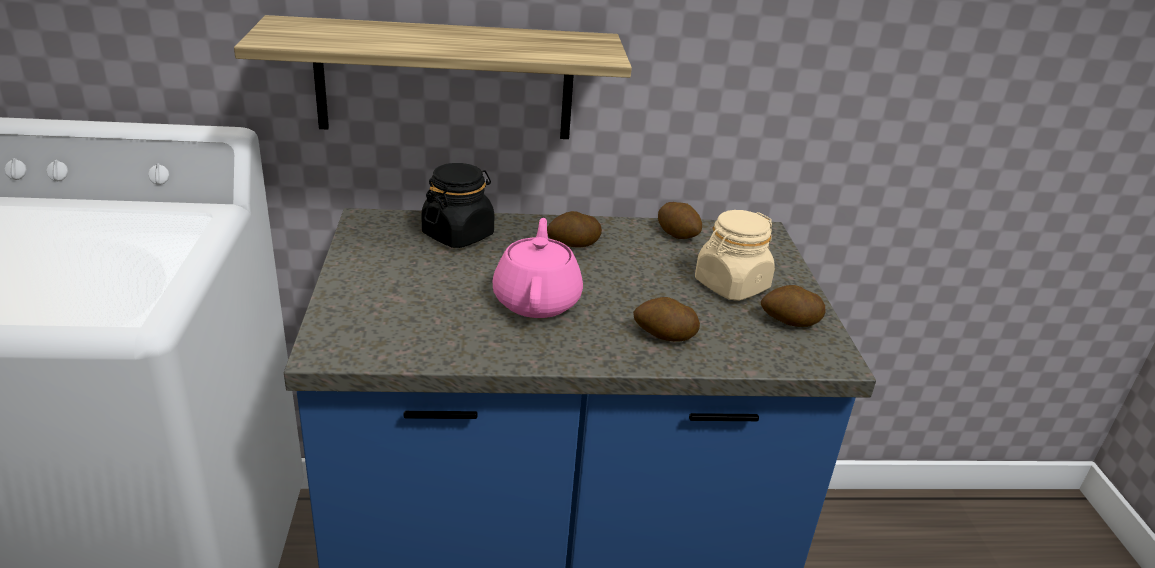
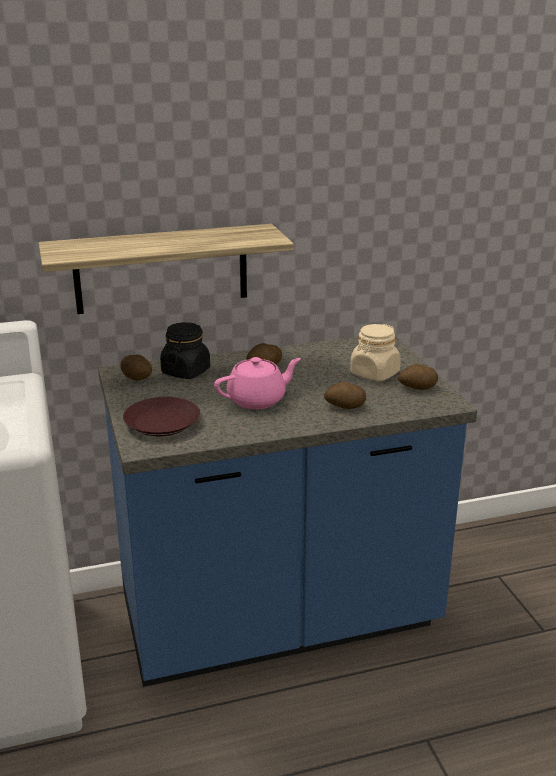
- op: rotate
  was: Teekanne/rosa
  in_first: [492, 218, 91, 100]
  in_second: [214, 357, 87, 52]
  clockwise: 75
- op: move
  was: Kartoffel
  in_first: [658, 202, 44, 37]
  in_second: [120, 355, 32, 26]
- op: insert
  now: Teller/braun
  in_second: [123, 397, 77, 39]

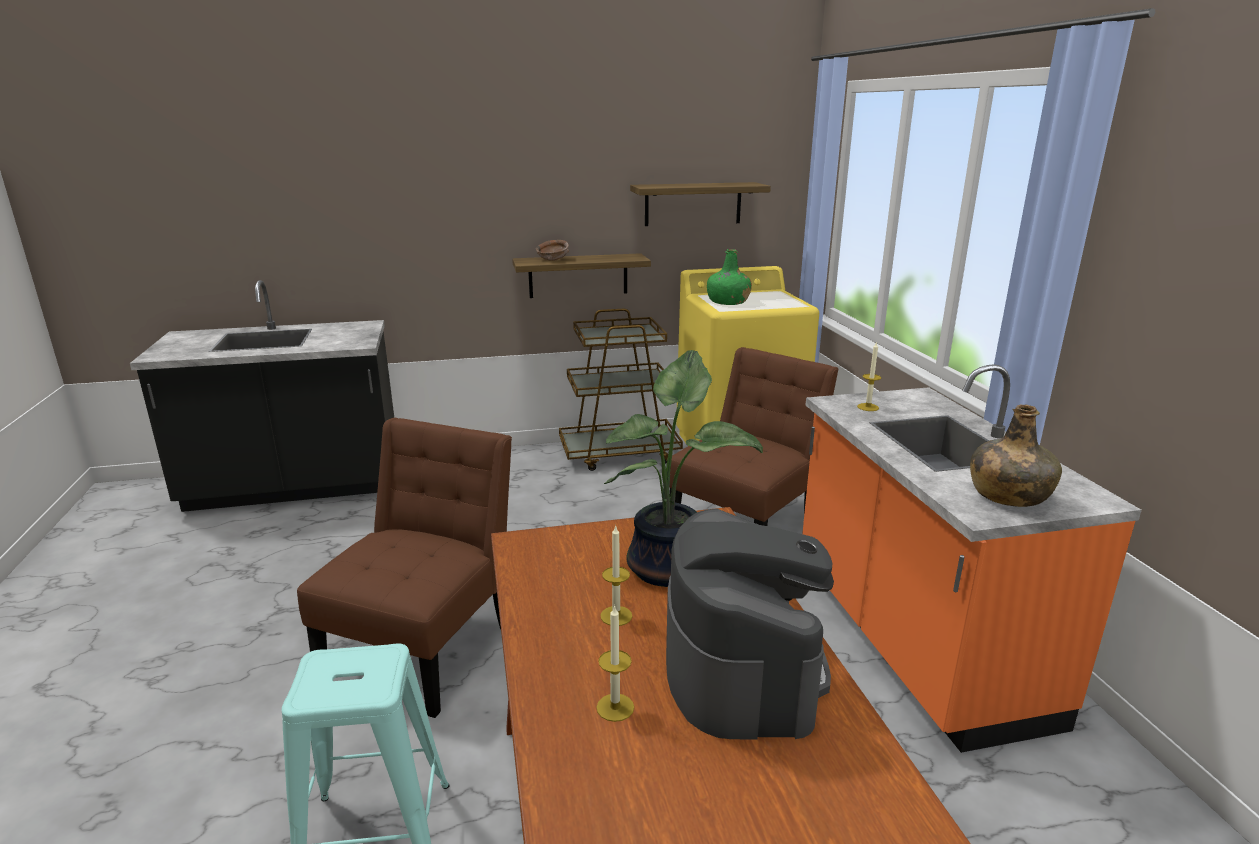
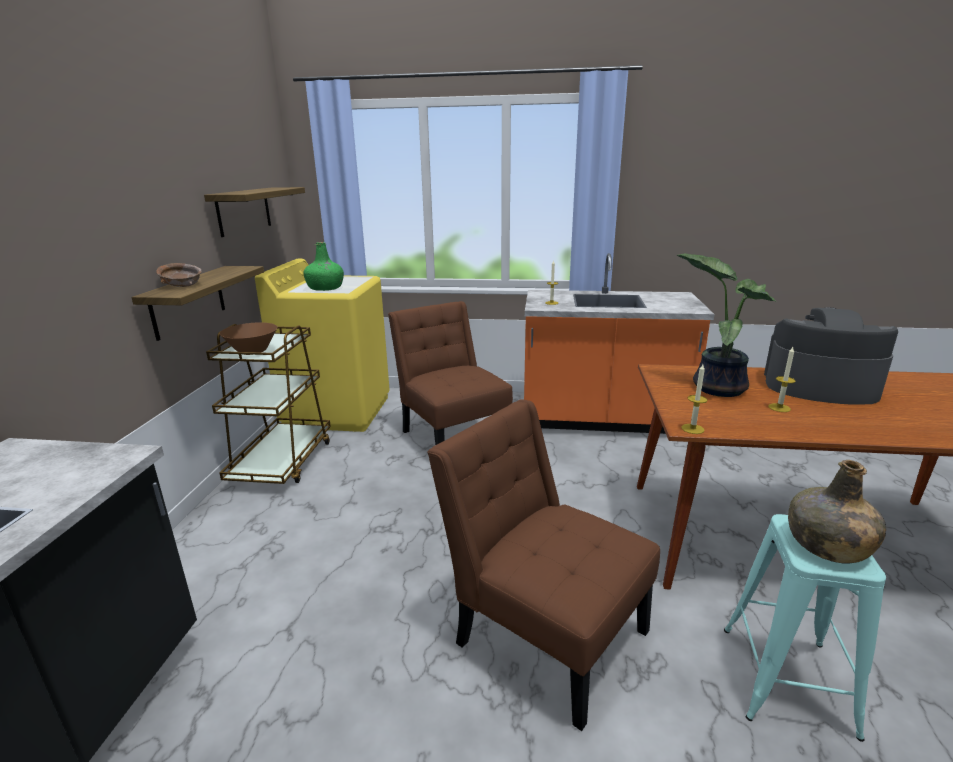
- op: move
  was: Kerze
  in_first: [596, 605, 38, 117]
  in_second: [681, 364, 27, 70]
- op: move
  was: Flasche/grün
  in_first: [970, 404, 92, 103]
  in_second: [788, 460, 98, 103]
- op: insert
  now: Schüssel/braun
  in_second: [219, 322, 59, 33]

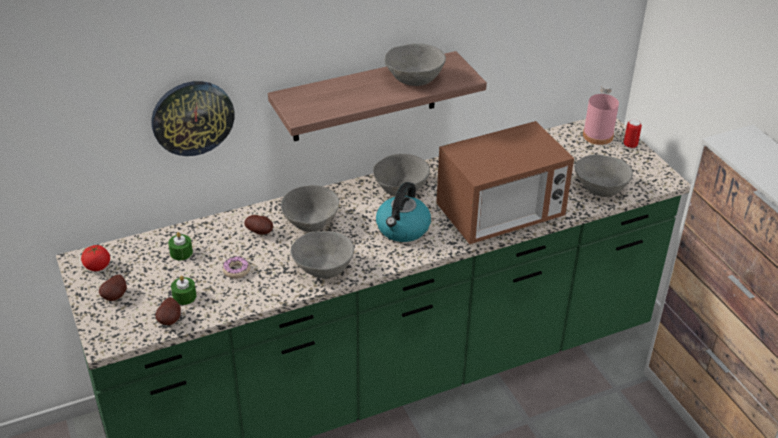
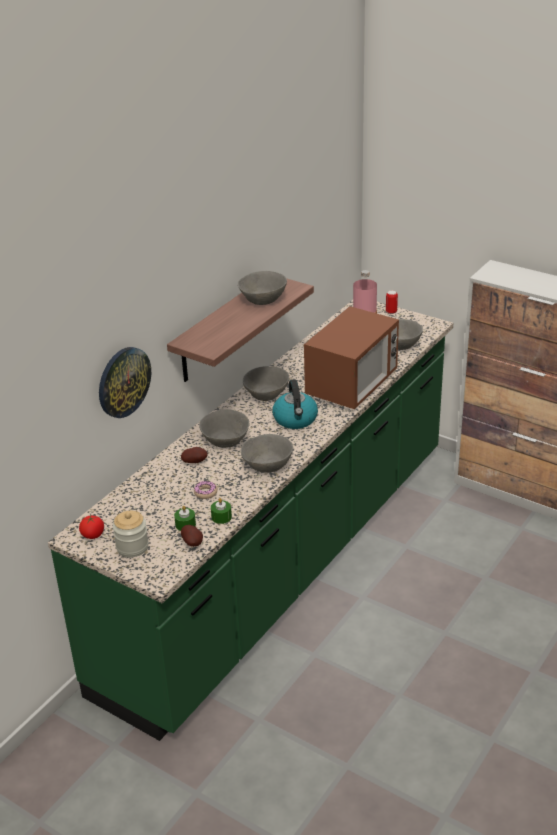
- op: replace
  was: Kartoffel
  now: Vorratsglas
  in_first: [99, 275, 28, 26]
  in_second: [113, 511, 36, 46]
- op: move
  was: Kerze/grün
  in_first: [168, 232, 25, 28]
  in_second: [211, 498, 21, 26]

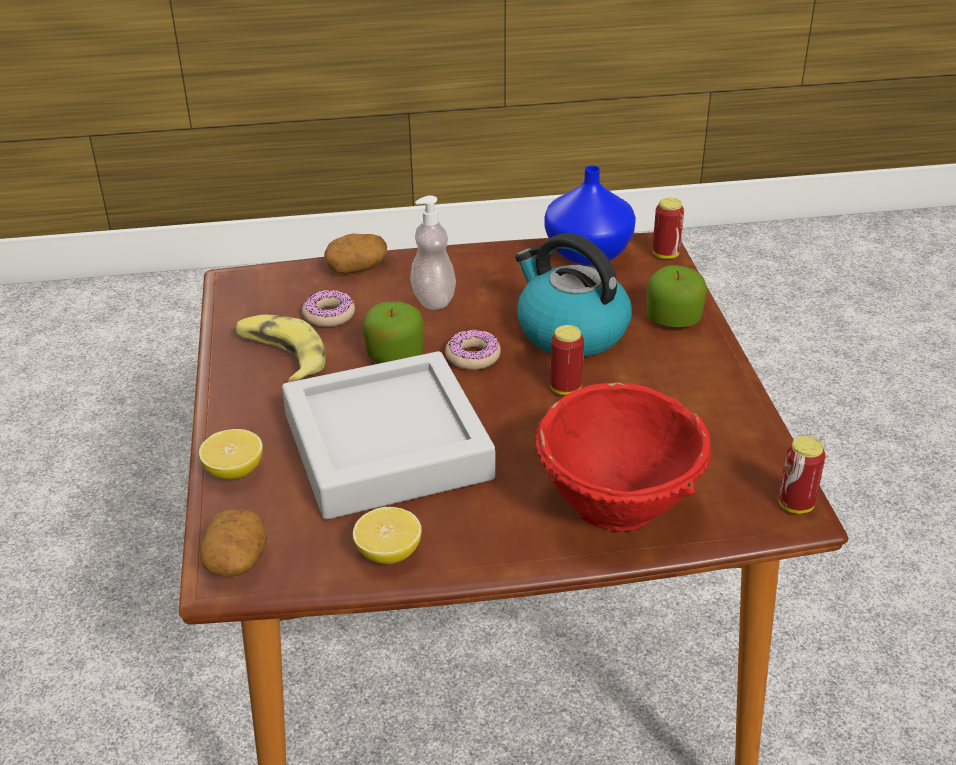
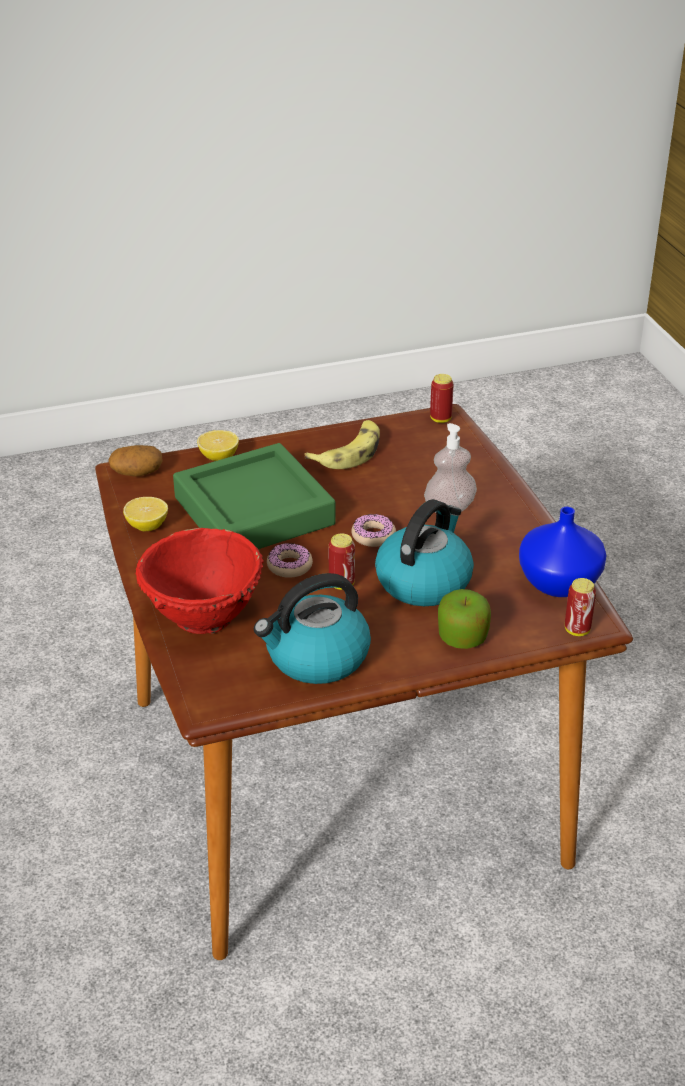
- op: recolor
  was: Tablett/grau
  now: Tablett/grün
  in_first: [282, 351, 213, 169]
  in_second: [173, 443, 163, 106]
- op: move
  was: Donut
  in_first: [302, 290, 53, 37]
  in_second: [267, 543, 46, 35]
- op: delete
  was: Kartoffel
  in_first: [324, 234, 63, 40]
- op: delete
  was: Apfel
  in_first: [362, 301, 62, 62]
- op: move
  was: Dose
  in_first: [779, 436, 47, 78]
  in_second: [430, 374, 24, 49]
- op: insert
  now: Wasserkessel
  in_second: [254, 573, 117, 111]

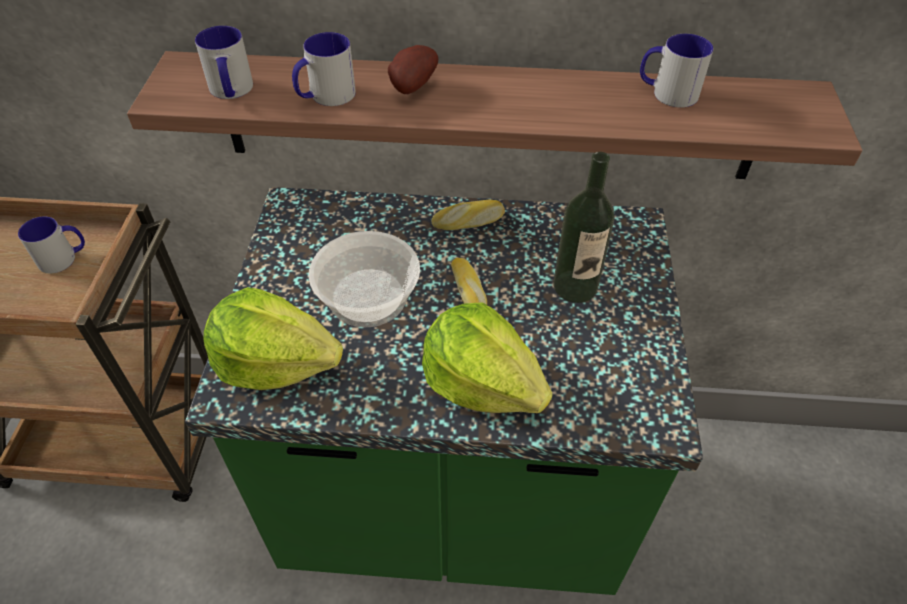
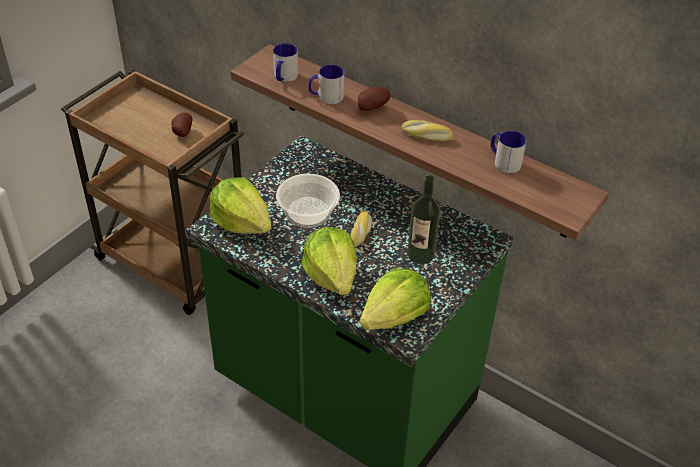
- op: replace
  was: Henkelbecher
  now: Kartoffel
  in_first: [18, 217, 67, 56]
  in_second: [171, 113, 21, 24]
- op: move
  was: Brot
  in_first: [432, 199, 73, 31]
  in_second: [401, 120, 52, 21]
- op: insert
  now: Salatkopf
  in_second: [360, 268, 71, 62]

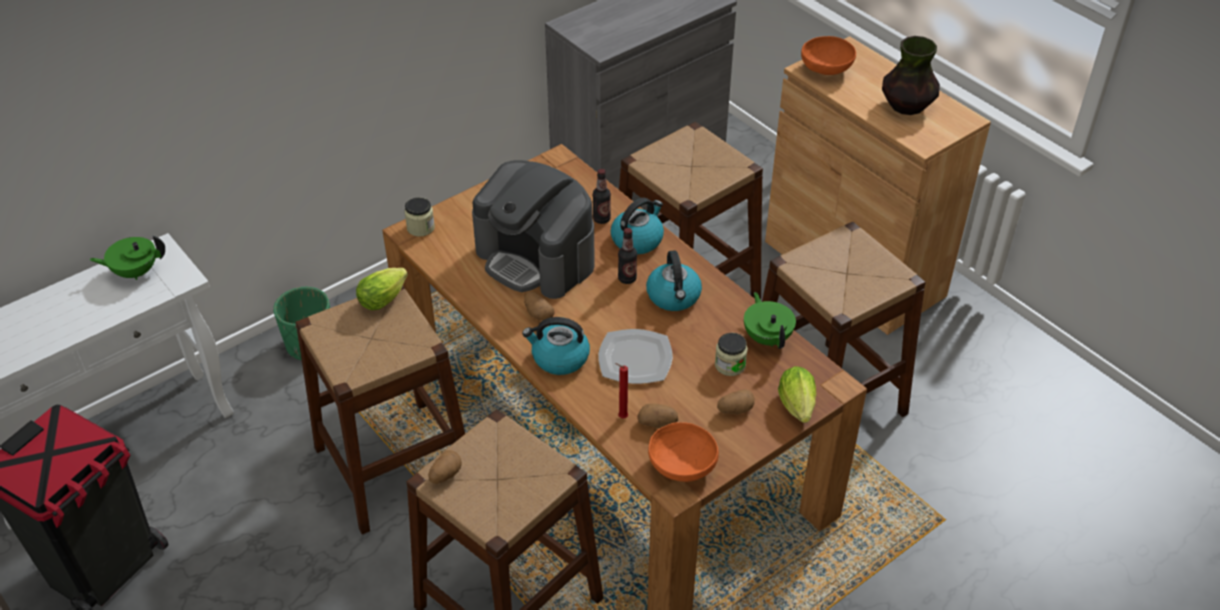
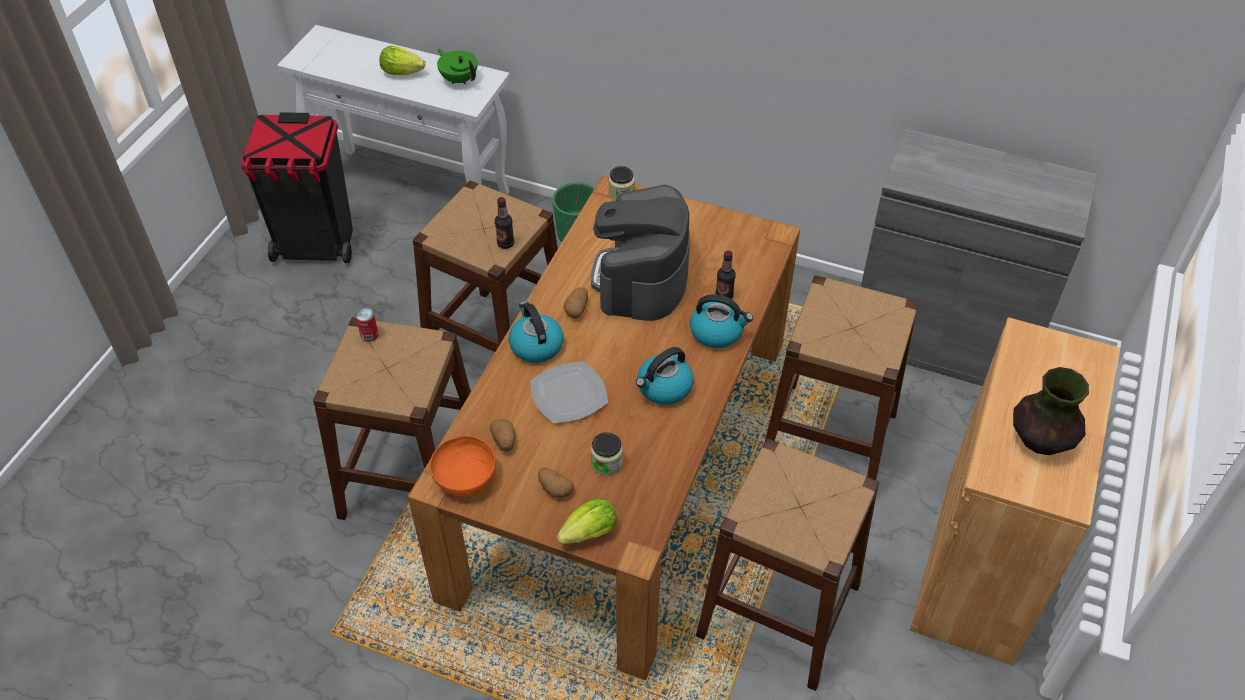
- op: move
  was: Salatkopf
  in_first: [356, 268, 52, 42]
  in_second: [379, 46, 47, 29]
- op: replace
  was: Kartoffel
  now: Dose
  in_first: [428, 450, 34, 34]
  in_second: [356, 308, 23, 34]
- op: delete
  was: Kerze/rot
  in_first: [615, 363, 13, 56]
- op: move
  was: Flasche
  in_first: [618, 228, 19, 56]
  in_second: [495, 197, 19, 52]
- op: delete
  was: Teekanne/grün
  in_first: [744, 292, 52, 57]
- op: delete
  was: Schüssel/orange
  in_first: [801, 36, 55, 39]

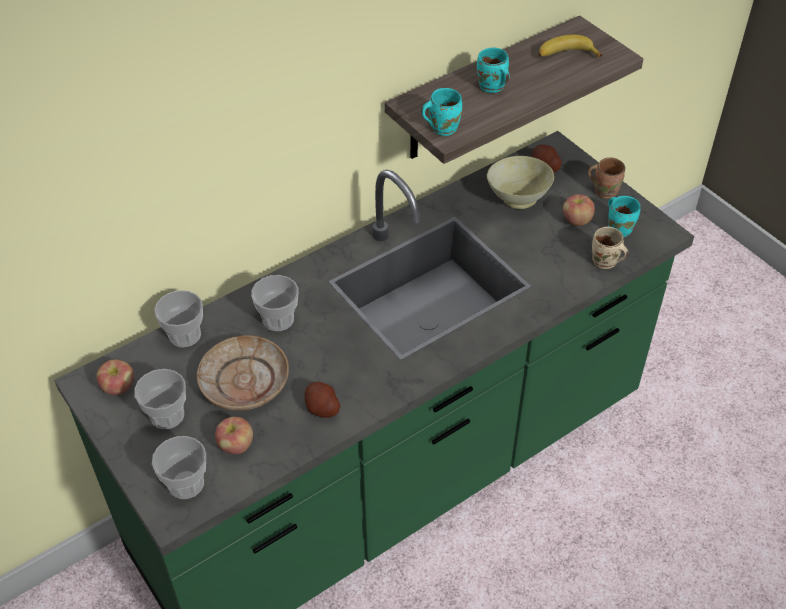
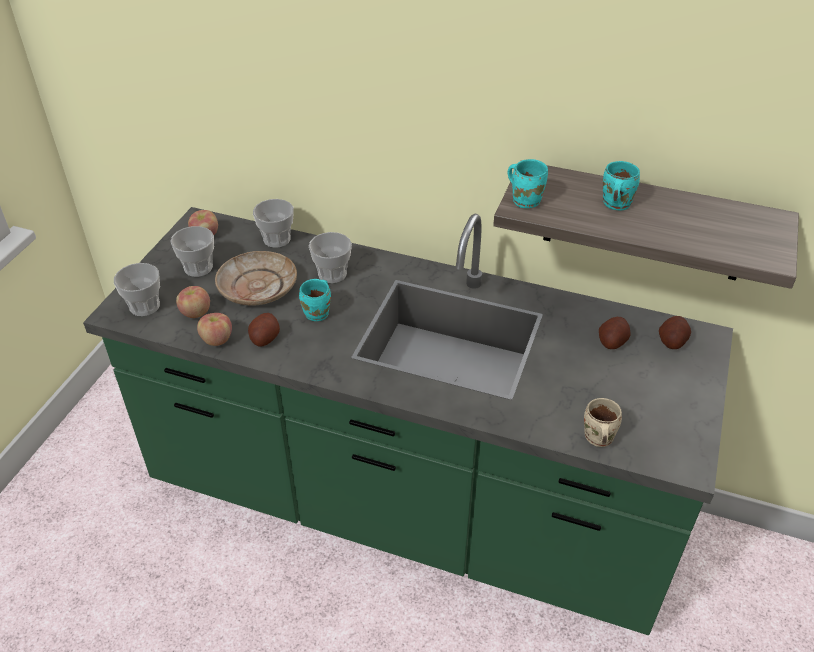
- op: replace
  was: Schüssel/beige
  now: Kartoffel
  in_first: [487, 156, 67, 53]
  in_second: [599, 317, 32, 32]
- op: delete
  was: Banane
  in_first: [538, 35, 65, 22]
- op: move
  was: Apfel
  in_first: [563, 194, 32, 32]
  in_second: [197, 313, 35, 33]
- op: delete
  was: Henkelbecher/braun
  in_first: [588, 157, 37, 42]
- op: move
  was: Henkelbecher/türkis
  in_first: [608, 196, 33, 41]
  in_second: [299, 279, 32, 42]

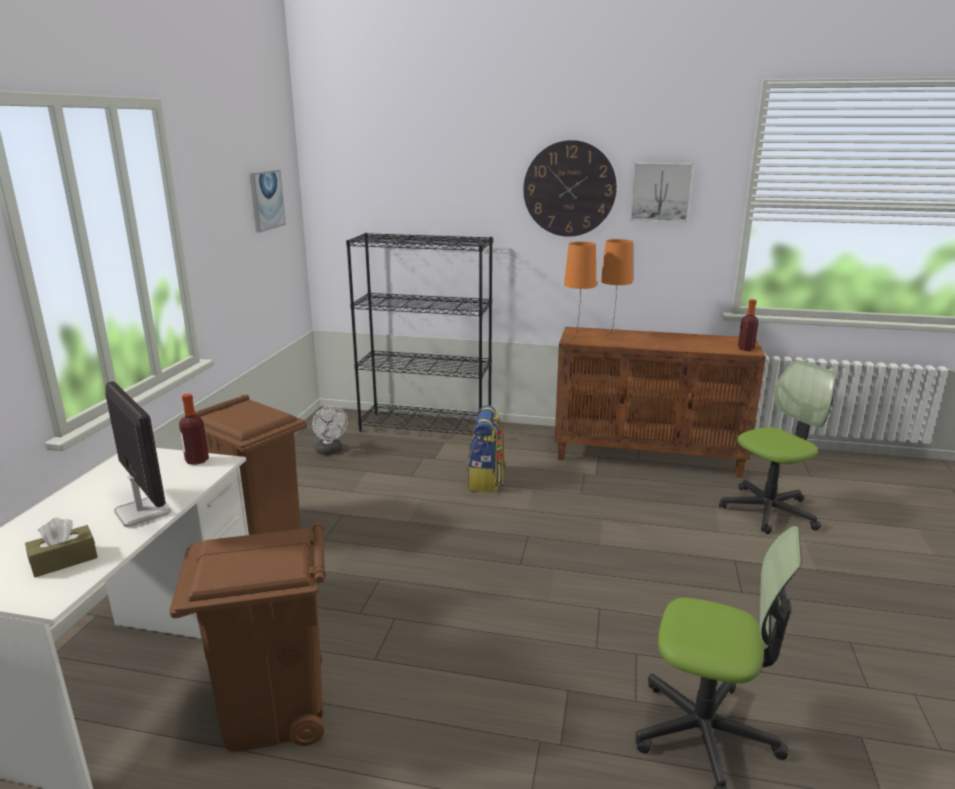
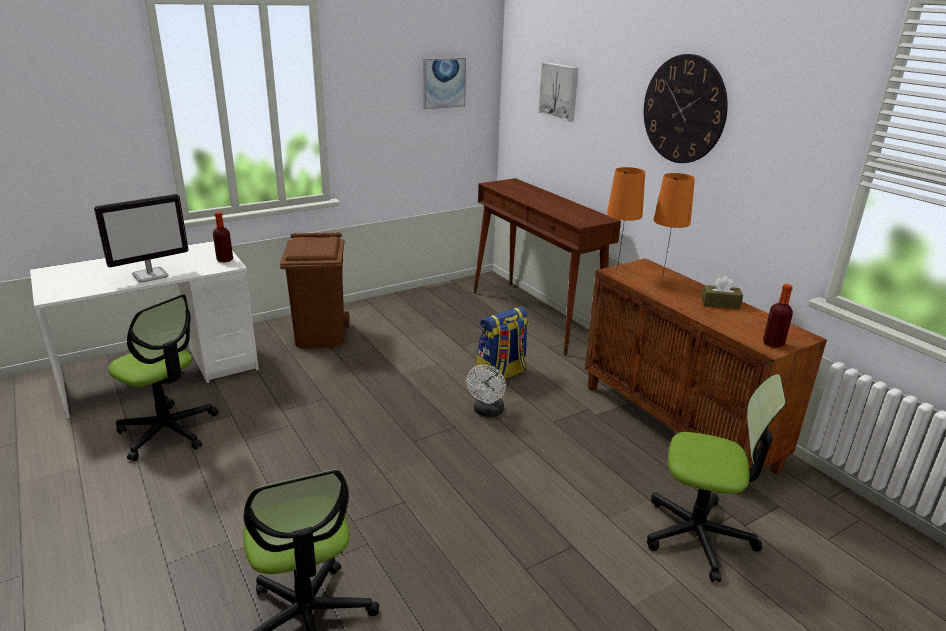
- op: move
  was: Taschentuchbox/braun
  in_first: [25, 518, 73, 59]
  in_second: [701, 276, 42, 33]
- op: rotate
  was: Monitor
  in_first: [105, 381, 66, 146]
  in_second: [94, 194, 94, 89]
  clockwise: 45
- op: replace
  was: Mülleimer/braun
  now: Bürostuhl
  in_first: [169, 522, 157, 230]
  in_second: [108, 294, 110, 167]
- op: move
  was: Ventilator/weiß
  in_first: [312, 406, 36, 49]
  in_second: [466, 365, 40, 52]
- op: replace
  was: Bücherregal/schwarz
  now: Konsolentisch/braun
  in_first: [346, 233, 147, 202]
  in_second: [473, 178, 148, 178]
- op: move
  was: Bild
  in_first: [630, 163, 63, 59]
  in_second: [538, 62, 41, 60]

